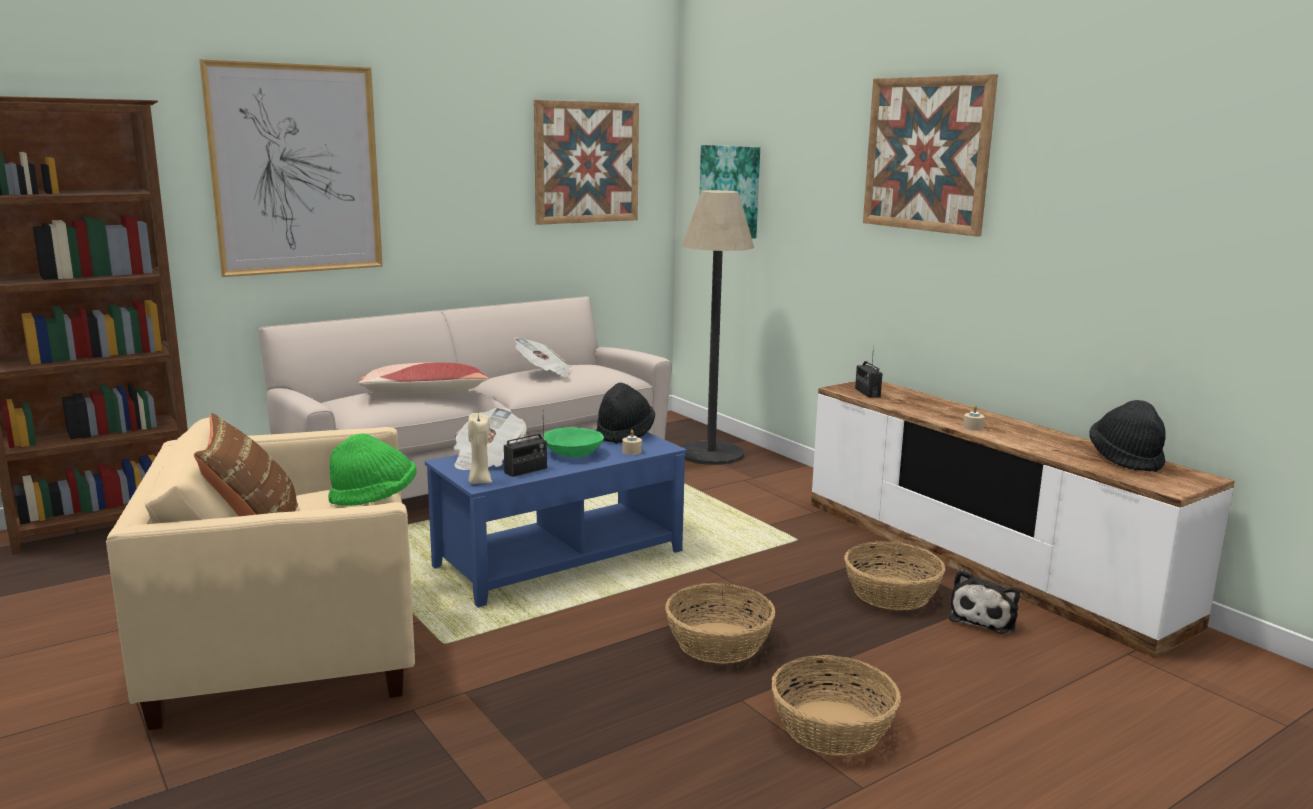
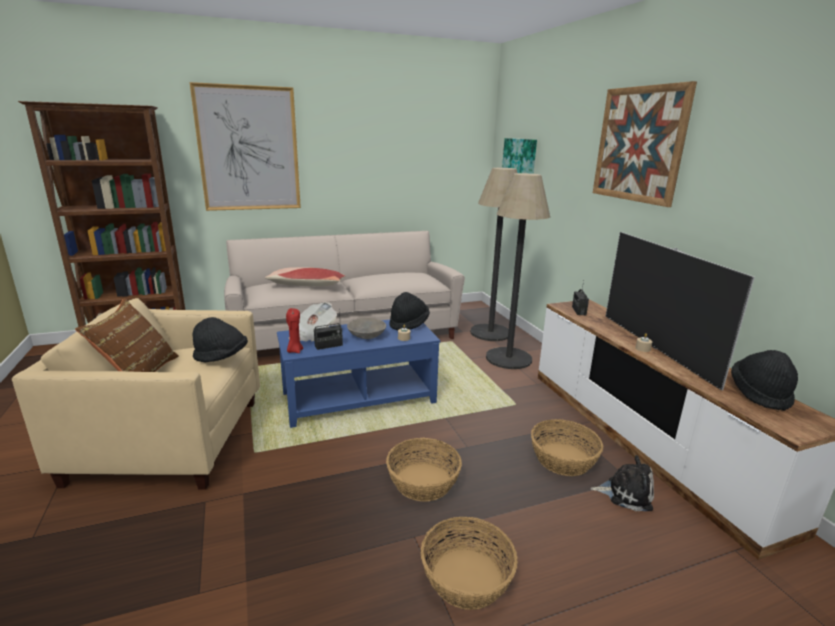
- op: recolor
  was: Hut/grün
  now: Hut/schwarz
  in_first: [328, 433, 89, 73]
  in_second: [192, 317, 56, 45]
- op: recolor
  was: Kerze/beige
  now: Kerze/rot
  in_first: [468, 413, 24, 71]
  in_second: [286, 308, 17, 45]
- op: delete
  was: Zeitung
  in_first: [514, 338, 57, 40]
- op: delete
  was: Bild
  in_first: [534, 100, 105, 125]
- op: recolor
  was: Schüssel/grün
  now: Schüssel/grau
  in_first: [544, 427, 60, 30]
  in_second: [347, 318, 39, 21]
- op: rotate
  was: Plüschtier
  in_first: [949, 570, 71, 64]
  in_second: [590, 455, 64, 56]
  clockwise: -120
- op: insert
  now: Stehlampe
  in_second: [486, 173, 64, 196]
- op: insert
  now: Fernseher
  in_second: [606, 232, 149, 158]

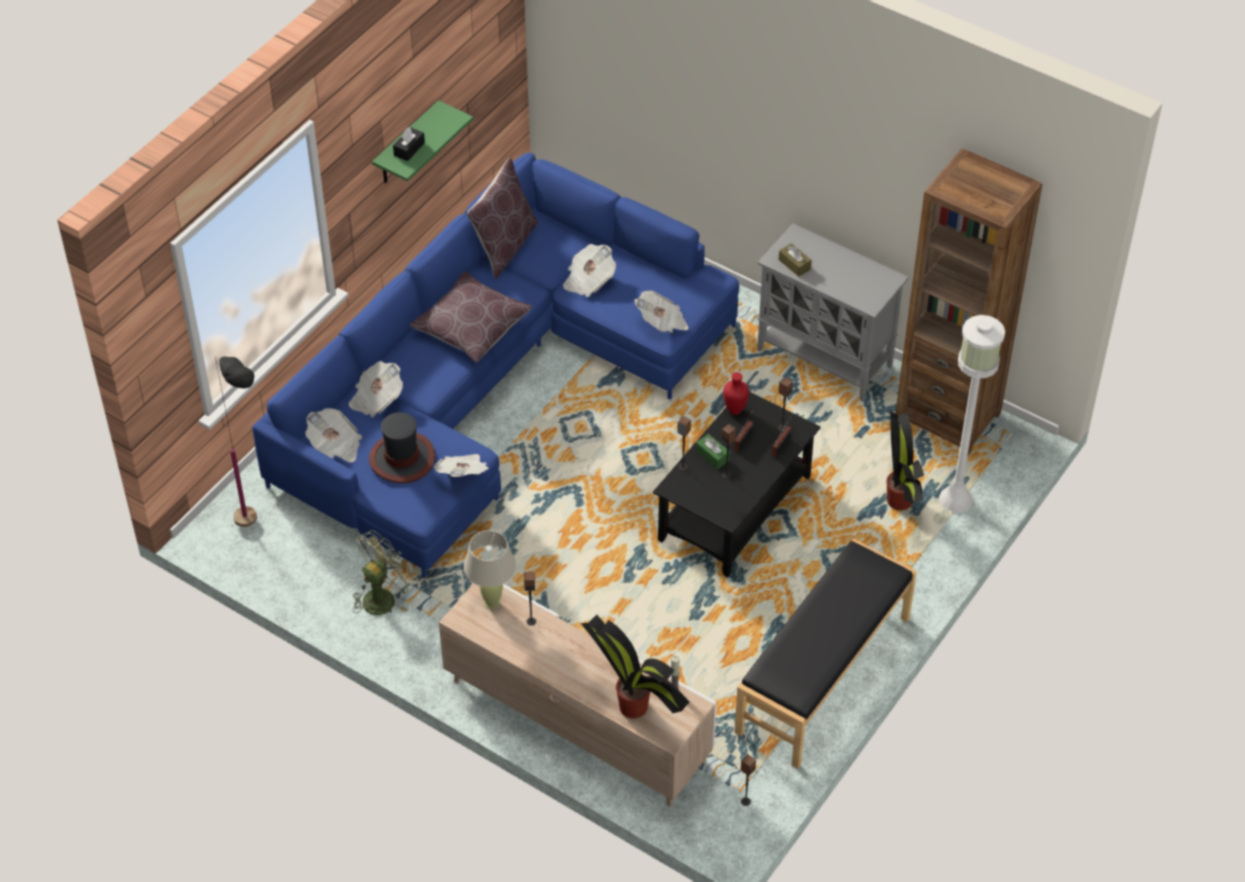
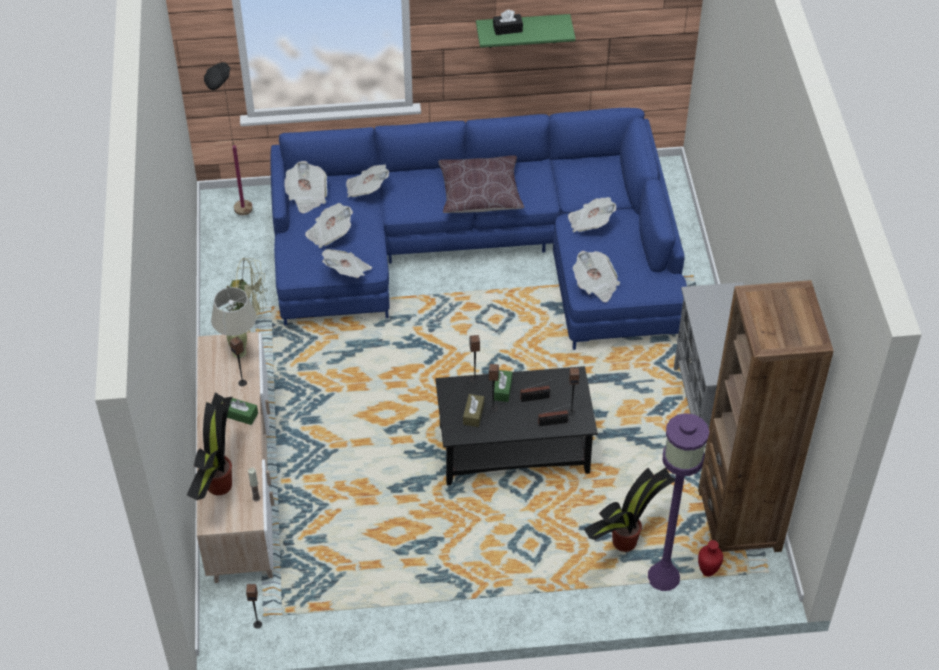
- op: replace
  was: Hut
  now: Zeitung
  in_first: [369, 412, 67, 71]
  in_second: [305, 203, 48, 45]
- op: delete
  was: Kissen/braun
  in_first: [467, 158, 71, 121]
- op: move
  was: Vase/rot
  in_first: [723, 372, 26, 43]
  in_second: [698, 540, 25, 37]
- op: delete
  was: Bank/schwarz
  in_first: [734, 539, 183, 230]
- op: move
  was: Taschentuchbox/braun
  in_first: [779, 243, 33, 34]
  in_second: [463, 394, 21, 33]
- op: recolor
  was: Stehlampe/weiß
  now: Stehlampe/lila
  in_first: [939, 315, 66, 198]
  in_second: [648, 413, 61, 178]
- op: insert
  now: Taschentuchbox/grün
  in_second: [227, 398, 31, 27]

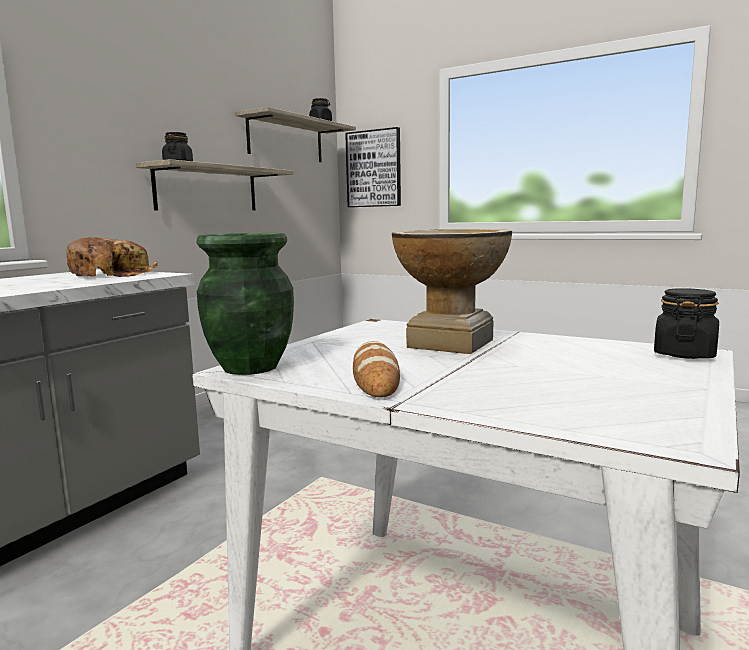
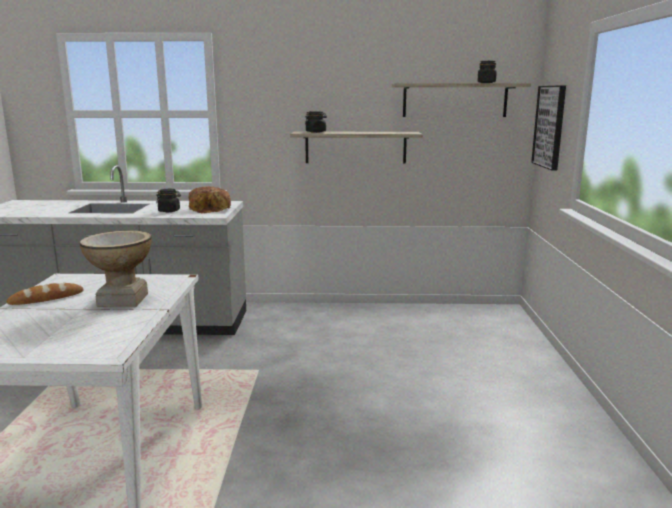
- op: delete
  was: Vase/grün
  in_first: [197, 233, 97, 142]
- op: move
  was: Vorratsglas/schwarz
  in_first: [654, 288, 65, 71]
  in_second: [156, 189, 25, 23]

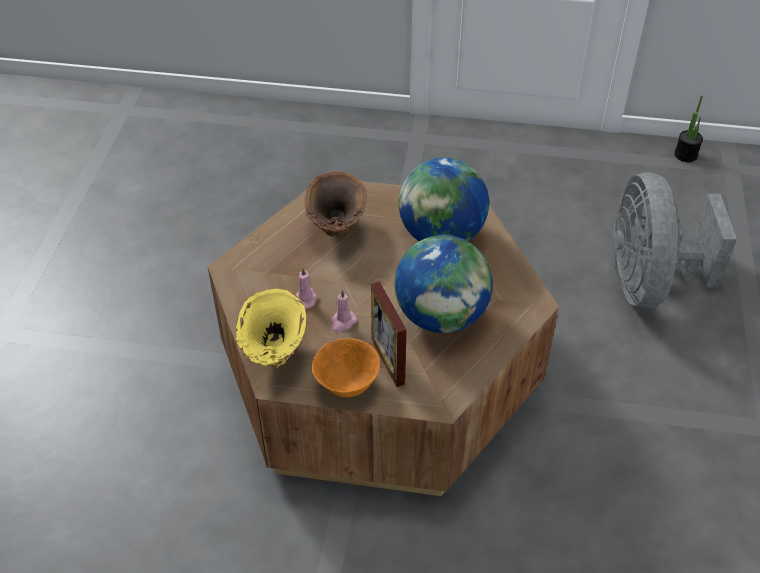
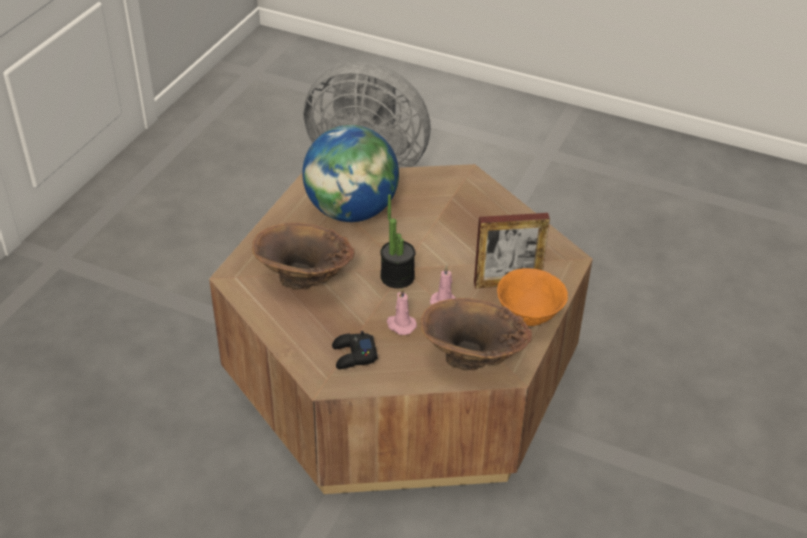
- op: recolor
  was: Vase/gelb
  now: Vase/braun
  in_first: [235, 288, 72, 80]
  in_second: [421, 298, 111, 73]
- op: delete
  was: Globus
  in_first: [395, 235, 98, 98]
- op: move
  was: Topfpflanze
  in_first: [674, 95, 29, 67]
  in_second: [380, 194, 35, 94]
- op: insert
  now: Gamepad/schwarz
  in_second: [332, 331, 46, 38]

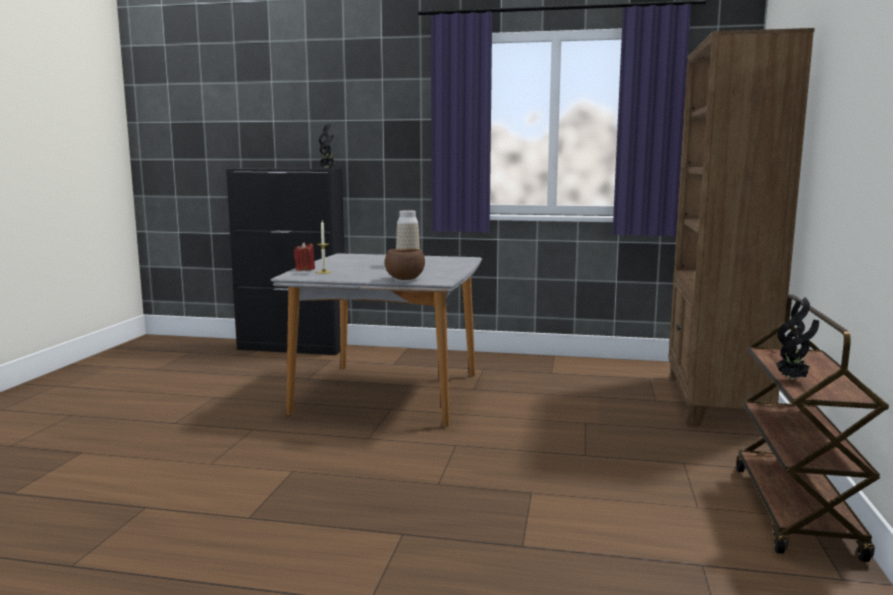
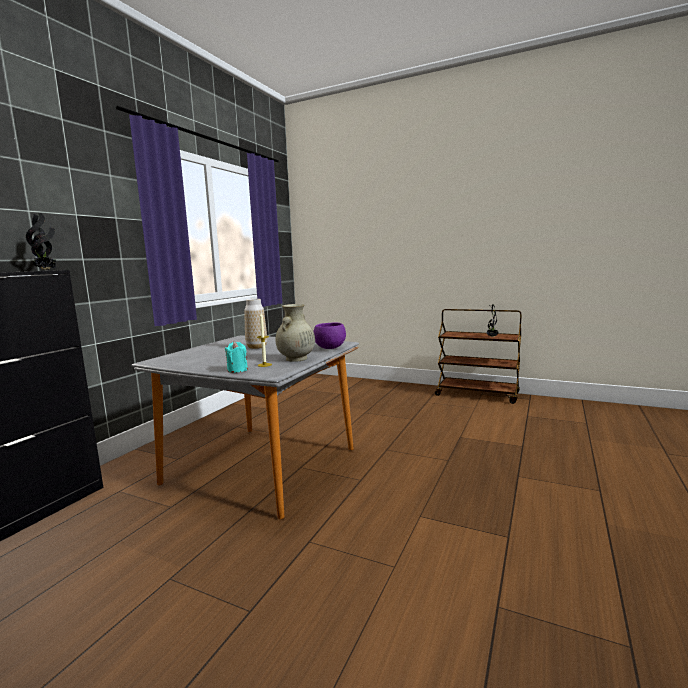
- op: recolor
  was: Kerze/rot
  now: Kerze/türkis
  in_first: [294, 242, 21, 29]
  in_second: [225, 341, 23, 32]
- op: recolor
  was: Schüssel/braun
  now: Schüssel/lila
  in_first: [385, 249, 40, 31]
  in_second: [314, 322, 32, 27]
- op: delete
  was: Bücherregal/braun
  in_first: [668, 28, 147, 397]
- op: insert
  now: Vase/beige
  in_second: [275, 304, 40, 58]

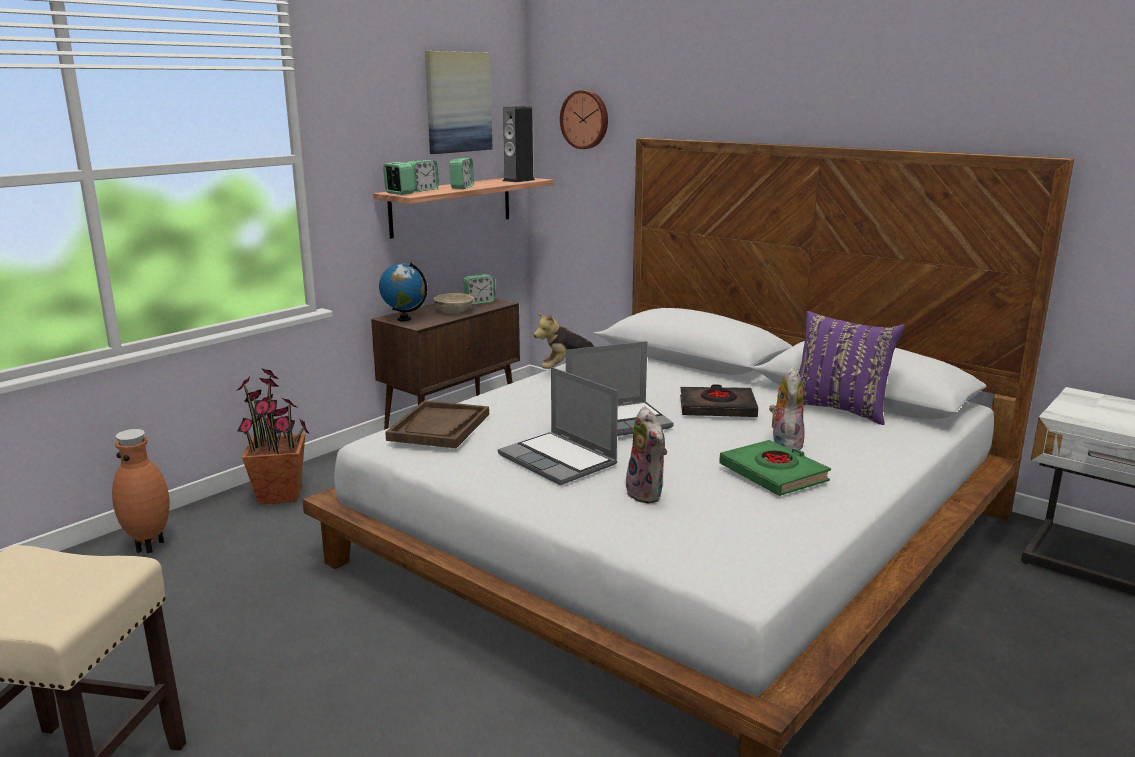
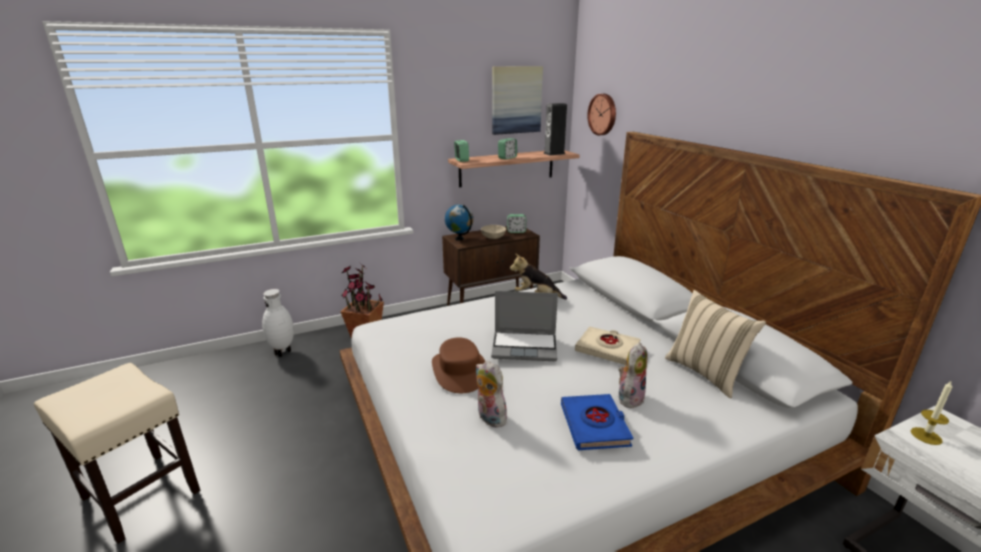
- op: recolor
  was: Vase/braun
  now: Vase/weiß
  in_first: [112, 429, 58, 124]
  in_second: [262, 289, 32, 68]
- op: delete
  was: Tablett/braun
  in_first: [385, 400, 104, 48]
- op: delete
  was: Wecker
  in_first: [407, 160, 32, 32]
- op: replace
  was: Laptop
  now: Hut/braun
  in_first: [498, 367, 120, 118]
  in_second: [432, 337, 53, 56]
- op: rotate
  was: Plüschtier
  in_first: [623, 406, 44, 97]
  in_second: [476, 360, 31, 68]
  clockwise: 135
- op: recolor
  was: Buch/schwarz
  now: Buch/beige
  in_first: [680, 384, 78, 33]
  in_second: [575, 326, 66, 39]
- op: recolor
  was: Buch/grün
  now: Buch/blau
  in_first: [719, 440, 112, 56]
  in_second: [561, 394, 72, 56]
- op: recolor
  was: Kissen/lila
  now: Kissen/beige
  in_first: [799, 311, 106, 114]
  in_second: [665, 290, 101, 108]
- op: insert
  now: Kerze
  in_second: [911, 380, 41, 65]

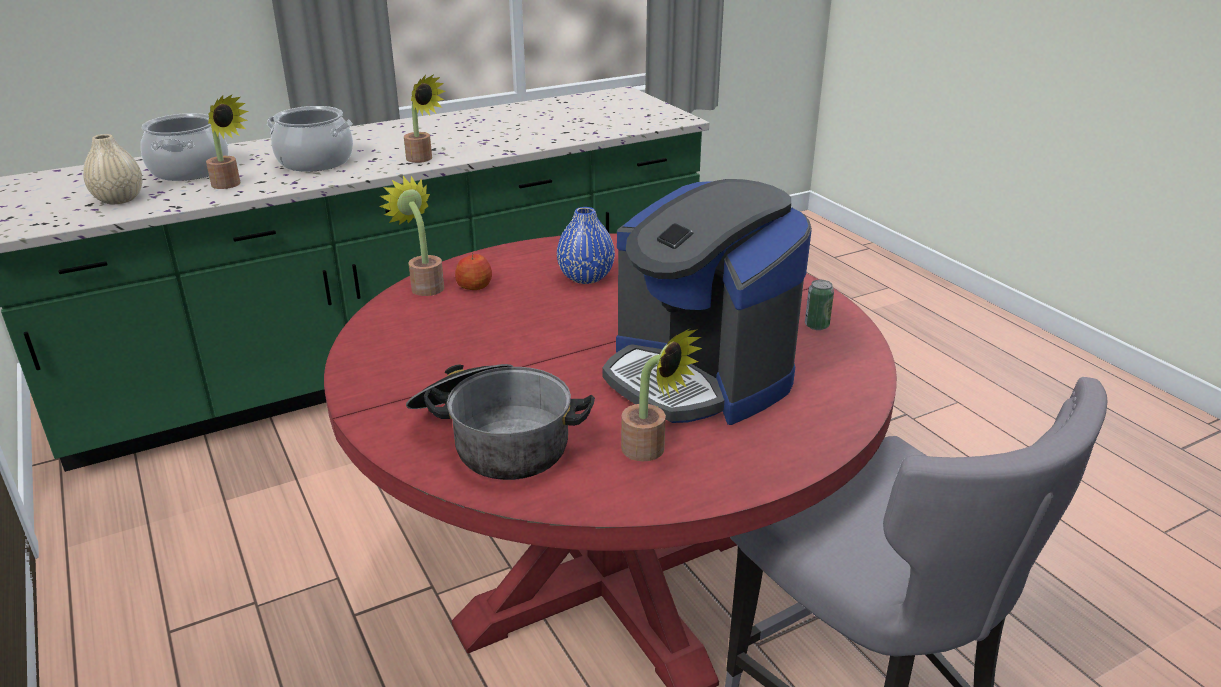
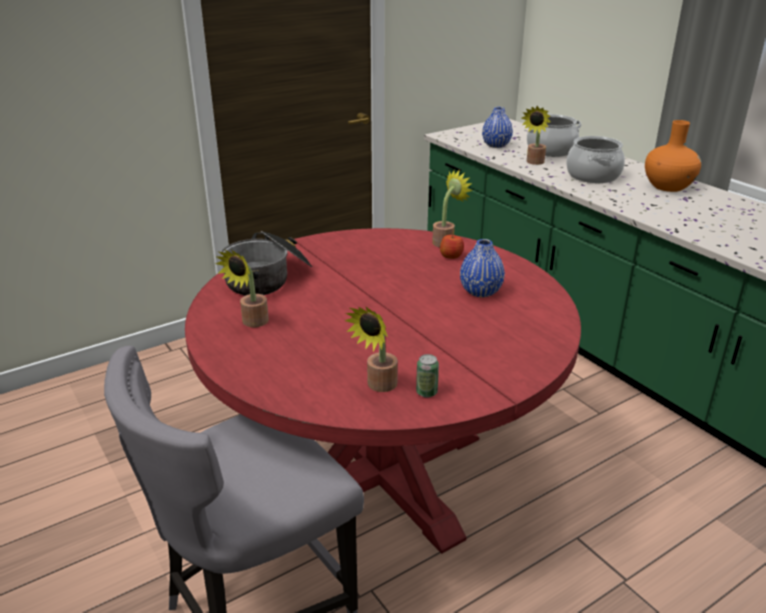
- op: recolor
  was: Vase/beige
  now: Vase/blau
  in_first: [83, 134, 59, 70]
  in_second: [482, 107, 31, 41]
- op: move
  was: Topfpflanze
  in_first: [404, 75, 42, 88]
  in_second: [345, 306, 53, 86]
- op: delete
  was: Kaffeemaschine
  in_first: [602, 179, 210, 246]
- op: insert
  now: Vase/orange
  in_second: [645, 120, 56, 72]

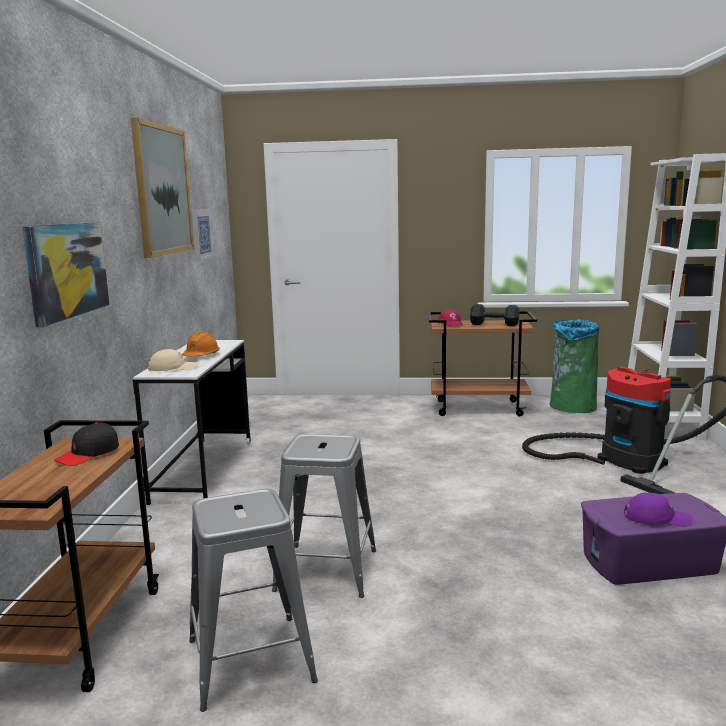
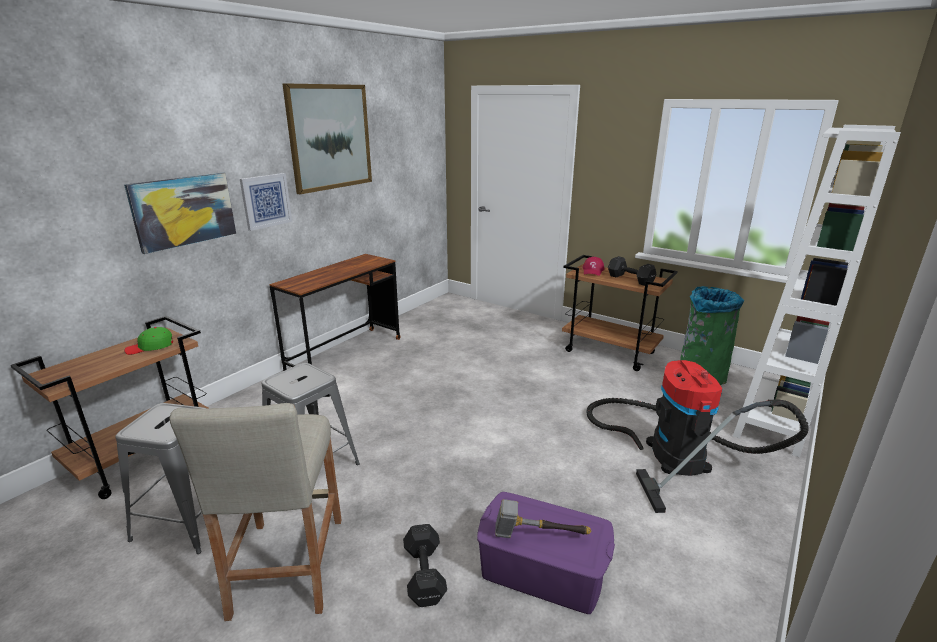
- op: recolor
  was: Kappe/schwarz
  now: Kappe/grün
  in_first: [54, 422, 65, 44]
  in_second: [124, 327, 49, 28]
- op: recolor
  was: Schreibtisch/weiß
  now: Schreibtisch/braun
  in_first: [133, 340, 118, 165]
  in_second: [269, 254, 132, 117]
- op: delete
  was: Kappe/beige
  in_first: [148, 349, 51, 22]
- op: delete
  was: Schutzhelm/orange
  in_first: [182, 332, 38, 25]
- op: move
  was: Bild
  in_first: [192, 209, 23, 52]
  in_second: [240, 173, 52, 58]
- op: replace
  was: Kappe/lila
  now: Hammer
  in_first: [624, 493, 69, 34]
  in_second: [495, 499, 97, 39]
- op: insert
  now: Hocker/beige
  in_second: [169, 403, 173, 218]
- op: insert
  now: Hantel/schwarz
  in_second: [403, 524, 44, 83]

